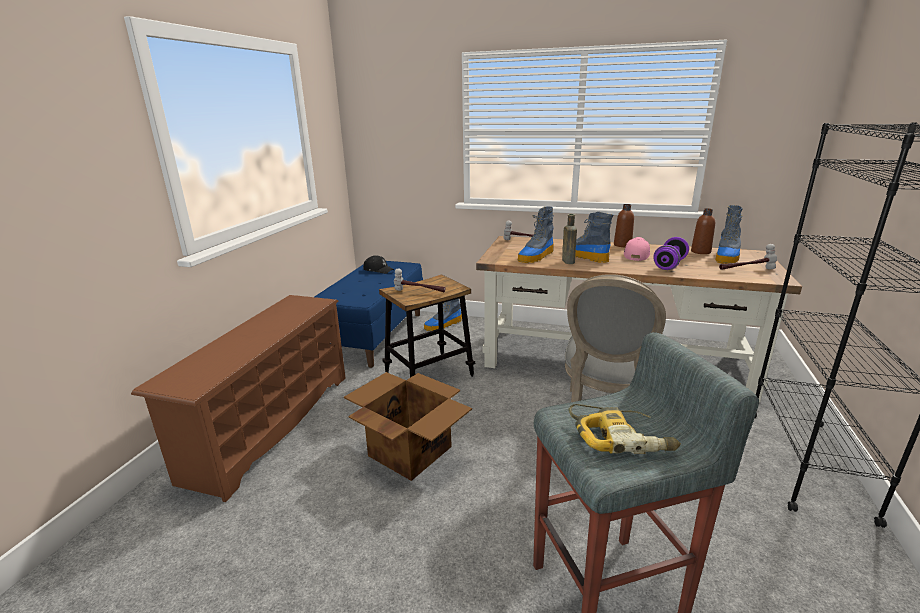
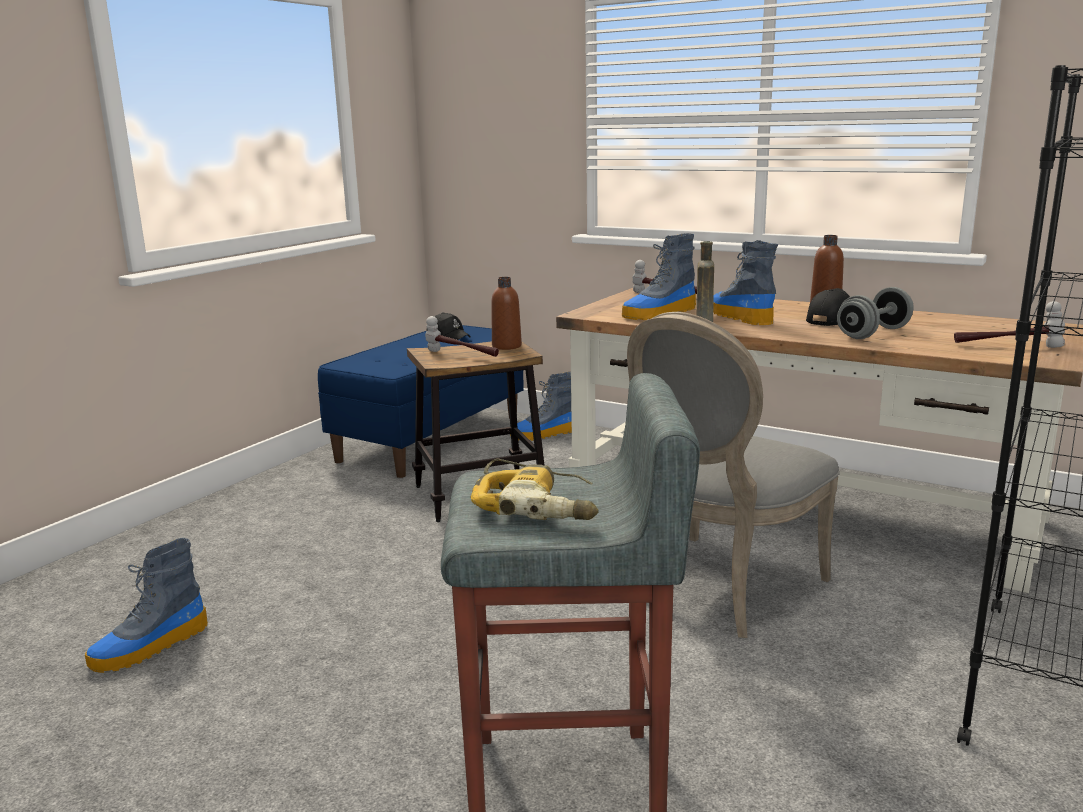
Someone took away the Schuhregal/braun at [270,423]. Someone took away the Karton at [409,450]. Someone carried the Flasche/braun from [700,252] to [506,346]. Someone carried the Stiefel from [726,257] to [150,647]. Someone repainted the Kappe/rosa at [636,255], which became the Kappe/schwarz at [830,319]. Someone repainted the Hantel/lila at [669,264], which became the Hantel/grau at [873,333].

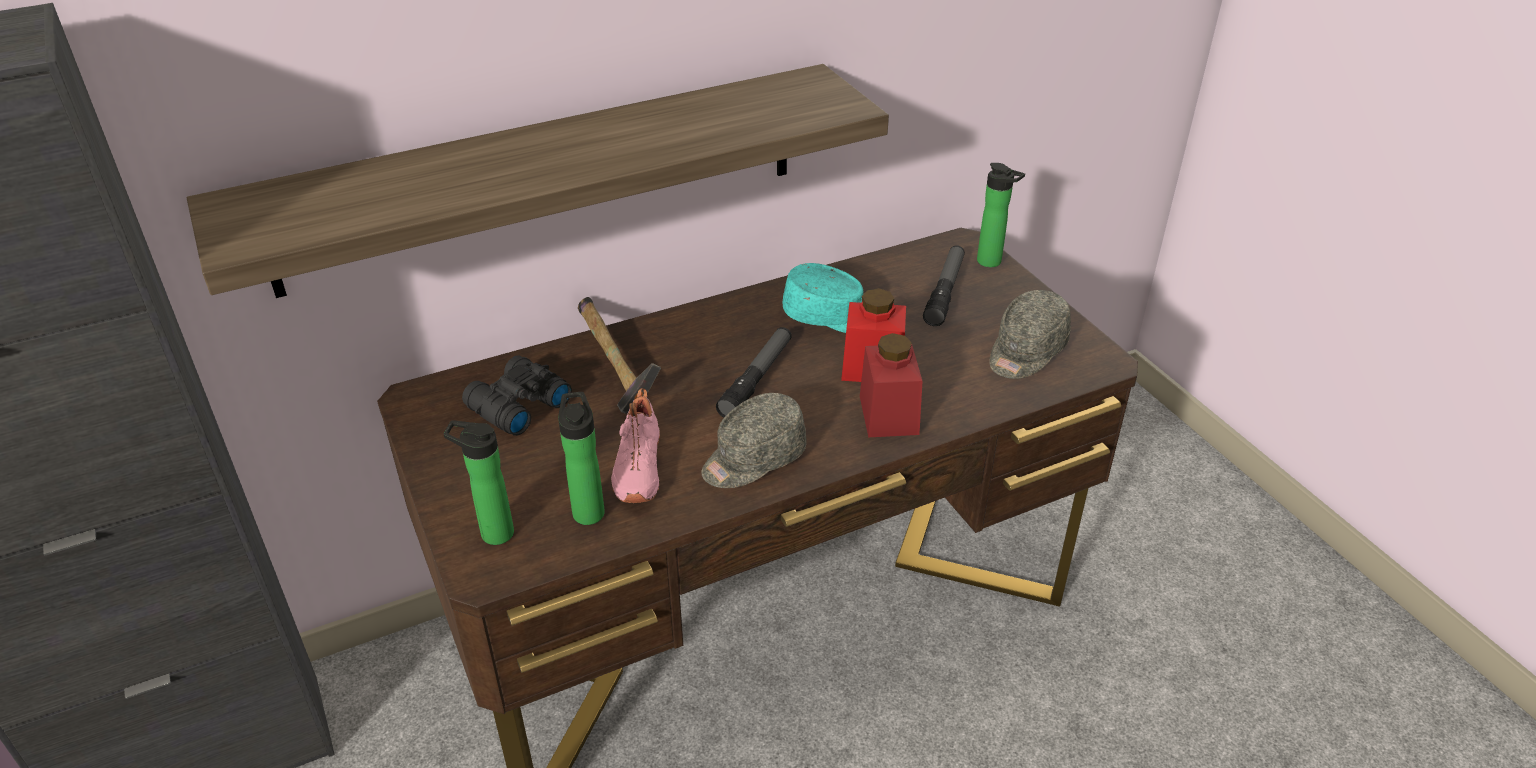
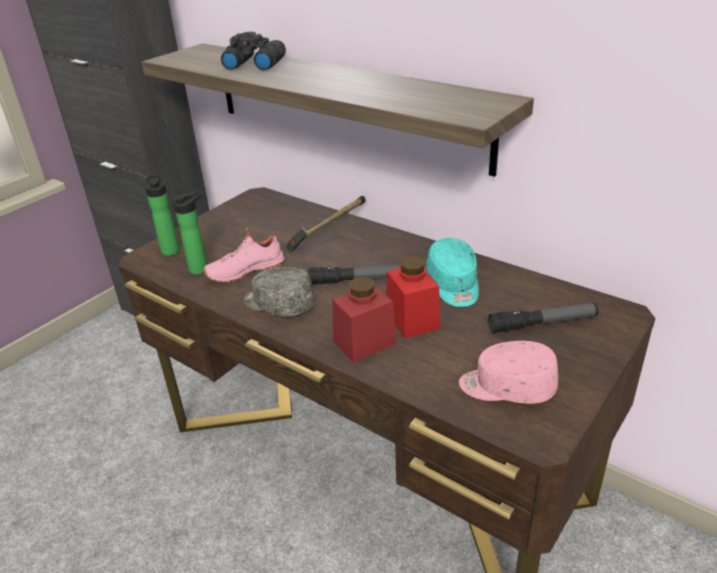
Someone took away the Flasche at [992,262]. Someone carried the Fernglas/schwarz from [516,406] to [254,64]. Someone repainted the Kappe/grau at [1025,352], which became the Kappe/rosa at [506,387].

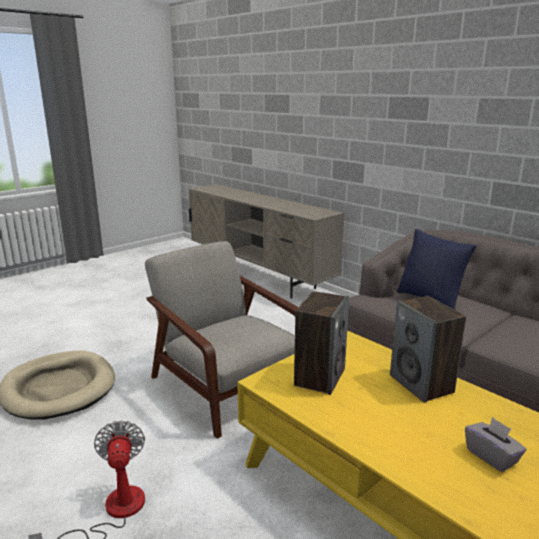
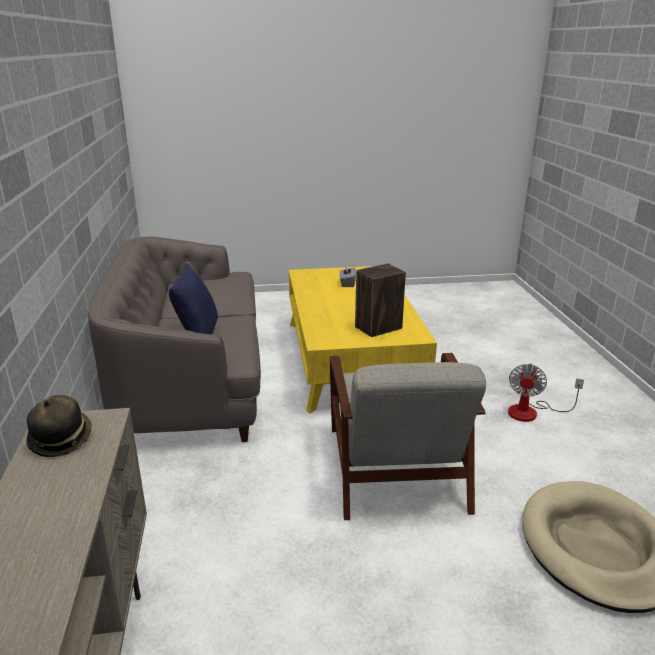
Someone took away the Lautsprecher at [422,384]. Someone put down the Hut at [61,439].

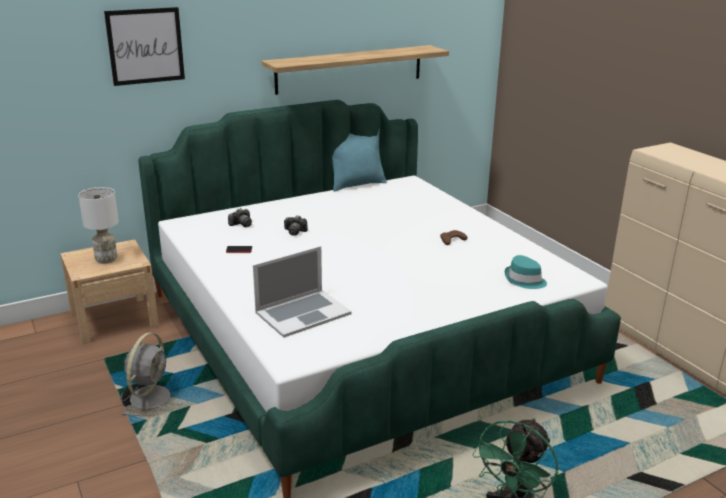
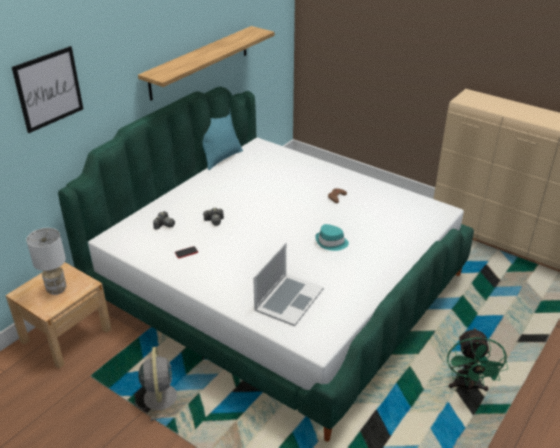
Someone carried the Hut/türkis from [524,280] to [331,242].

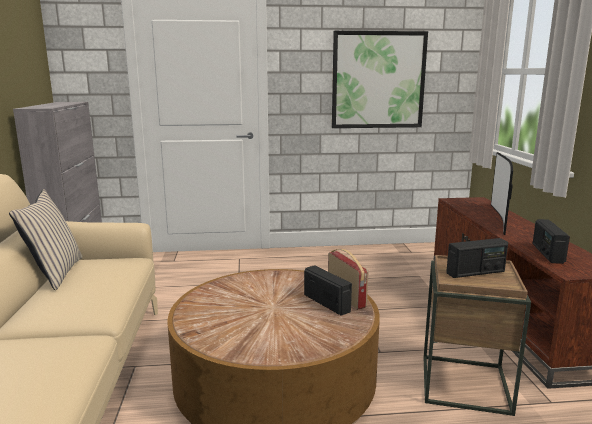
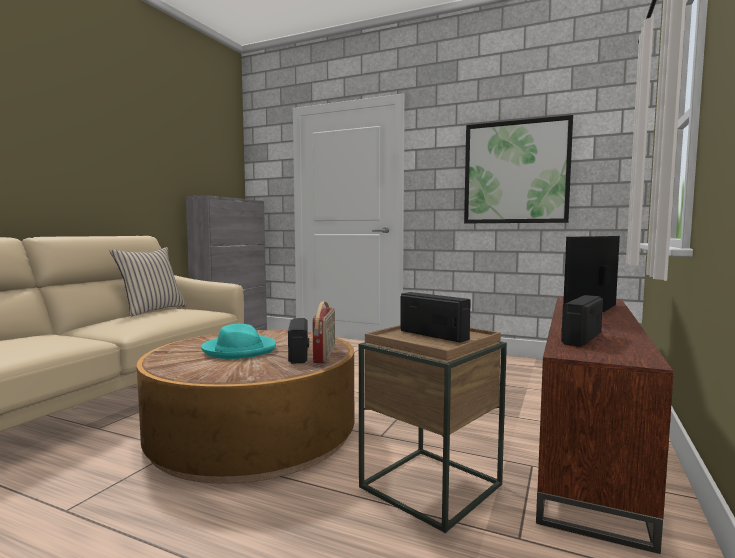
Someone put down the Hut/türkis at [239,350]. Someone rotated the Radio at [475,272] by 150 degrees counterclockwise.

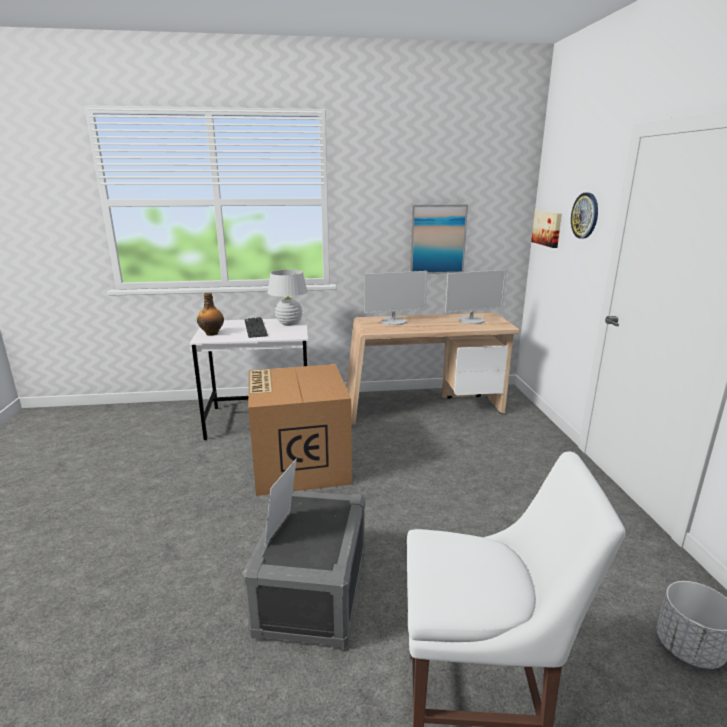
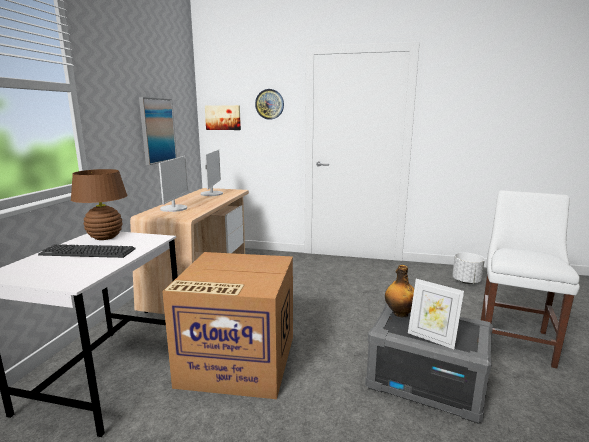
Someone carried the Flasche from [212,333] to [400,313]. Someone repainted the Tischlampe/weiß at [289,323], which became the Tischlampe/braun at [105,237].

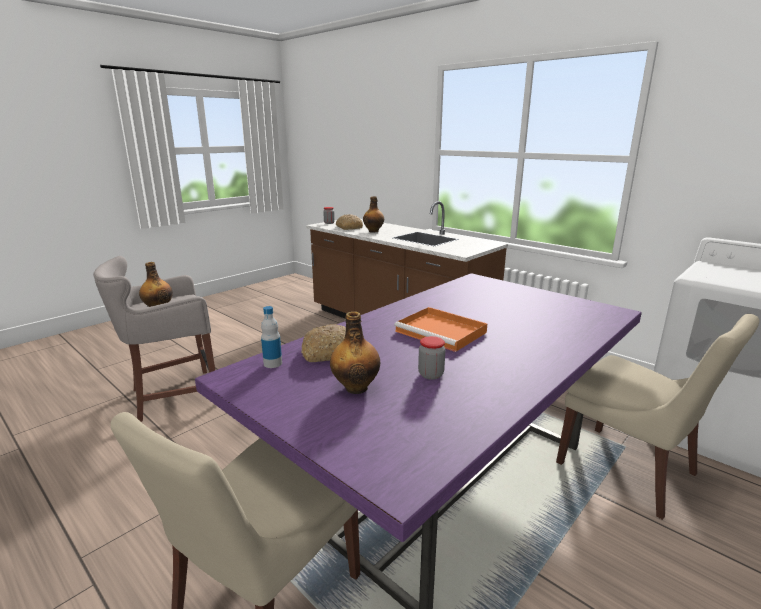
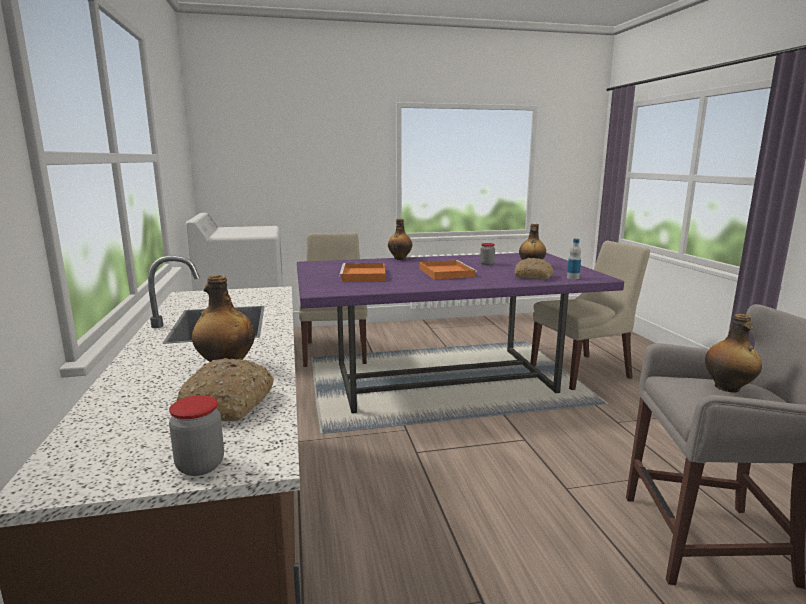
Someone put down the Tablett/orange at [364,275]. Someone put down the Flasche at [400,258].

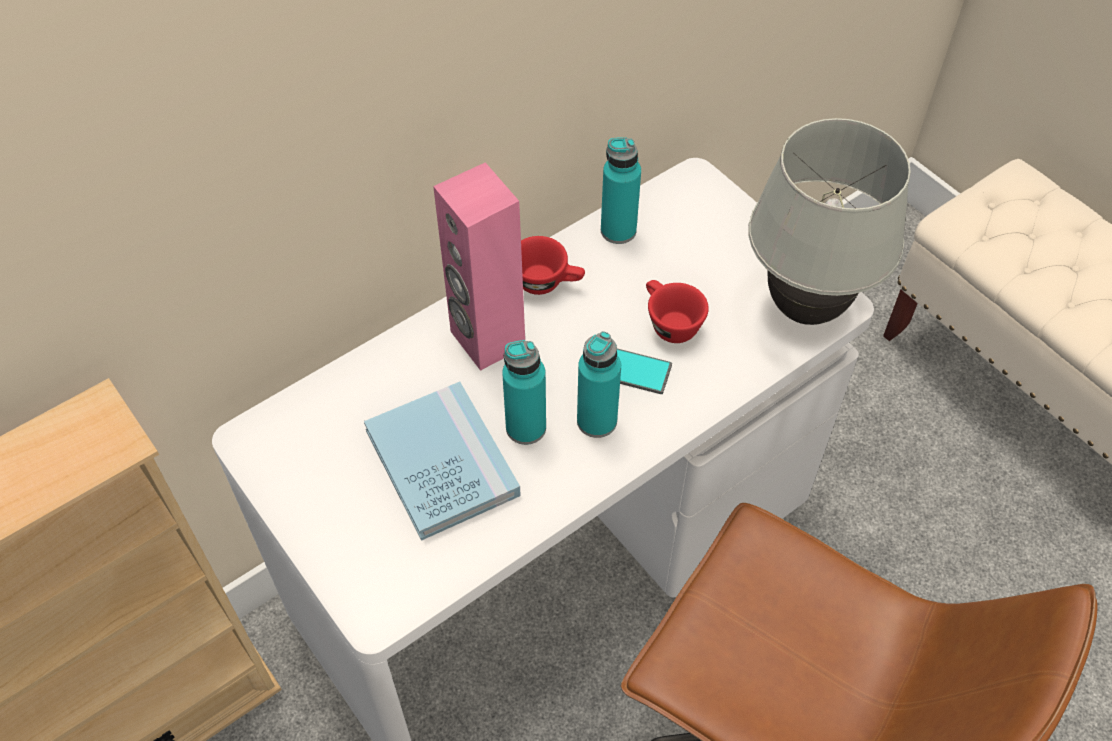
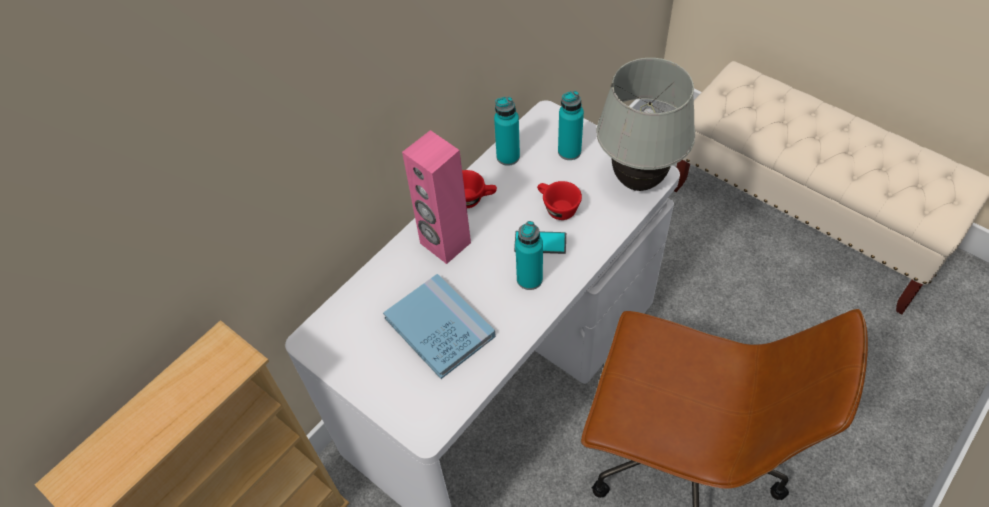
Someone carried the Flasche/türkis from [526,427] to [569,151].

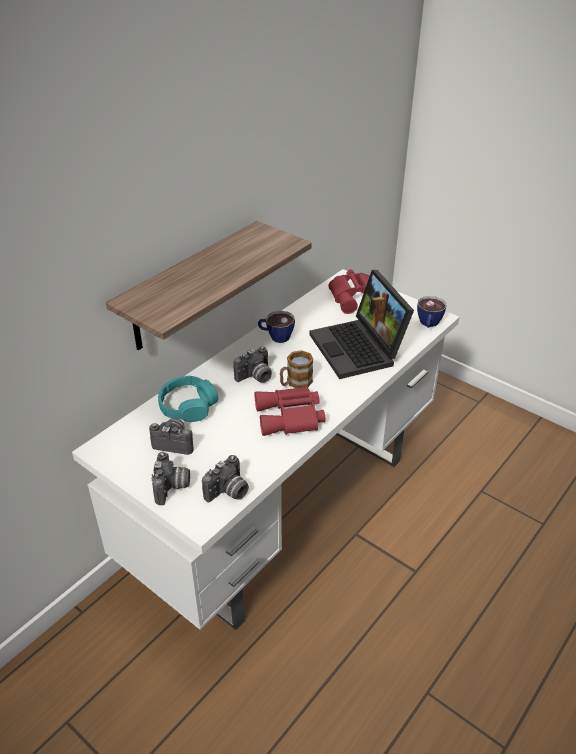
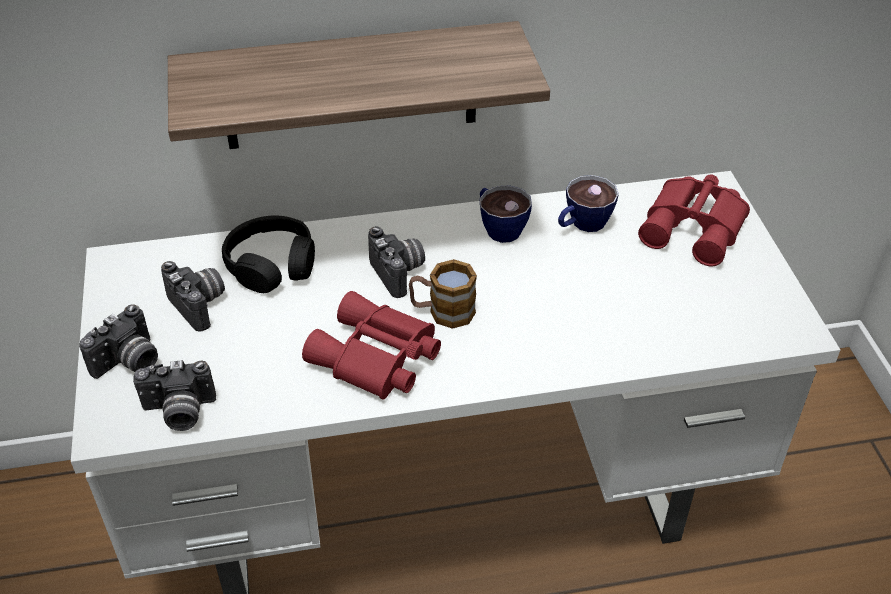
Someone took away the Laptop at [360,349]. Someone carried the Tasse from [428,324] to [582,225]. Someone repainted the Kopfhörer/türkis at [188,406], which became the Kopfhörer/schwarz at [272,265]. Someone rotated the Kamera at [255,377] by 120 degrees counterclockwise.

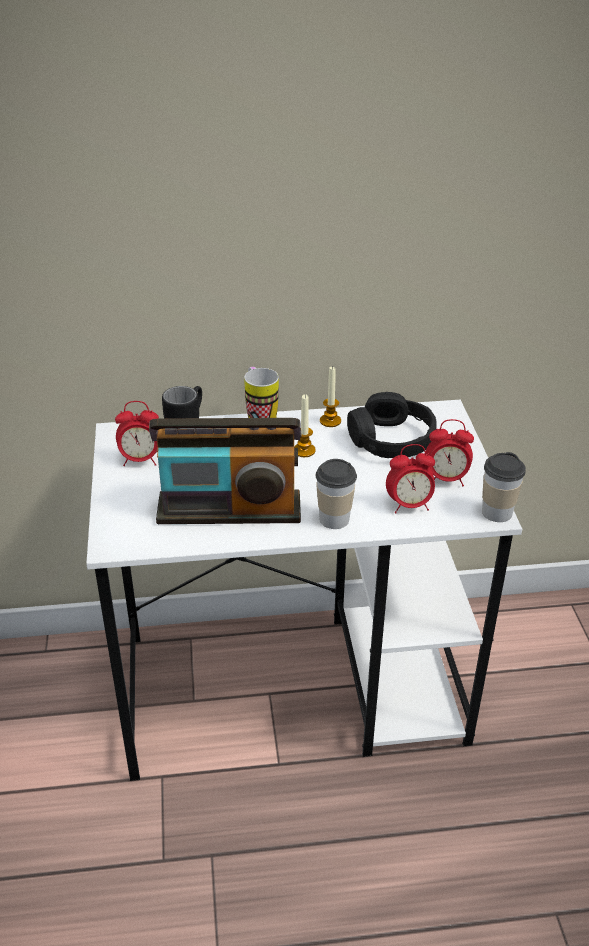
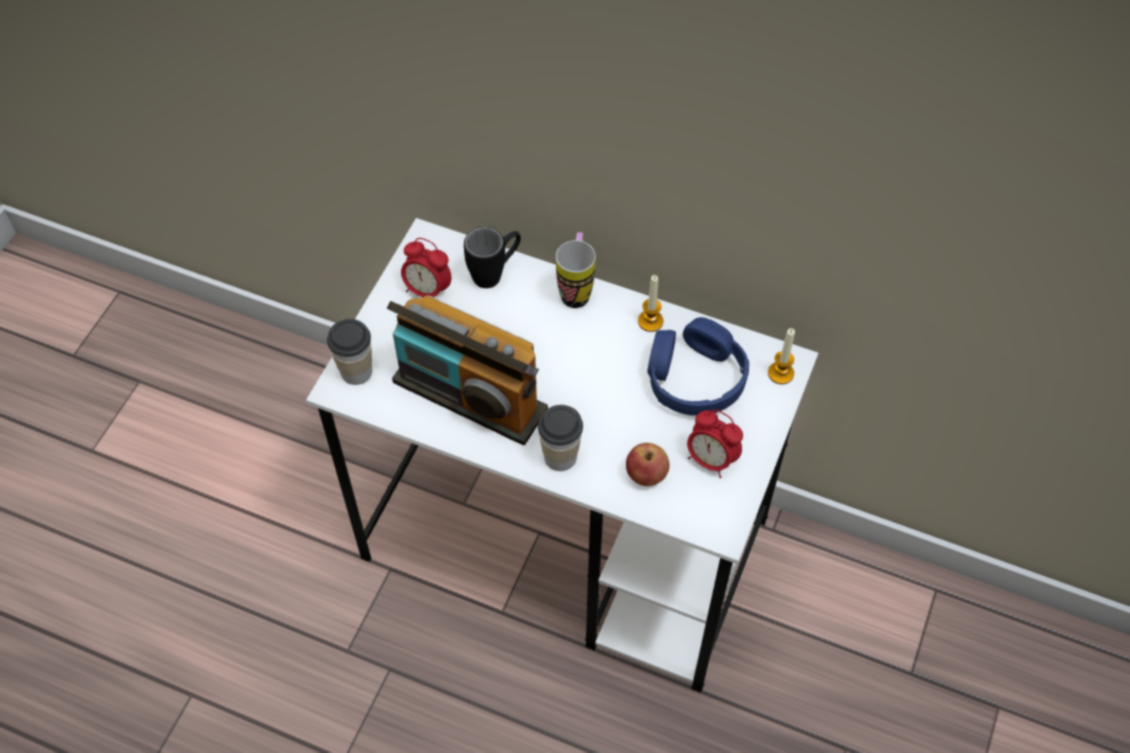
Someone carried the Kerze from [304,450] to [780,373]. Someone carried the Tasse from [497,512] to [356,371]. Someone swapped the Wecker at [409,505] for the Apfel at [646,475]. Someone repainted the Kopfhörer/schwarz at [391,440], which became the Kopfhörer/blau at [695,378].

